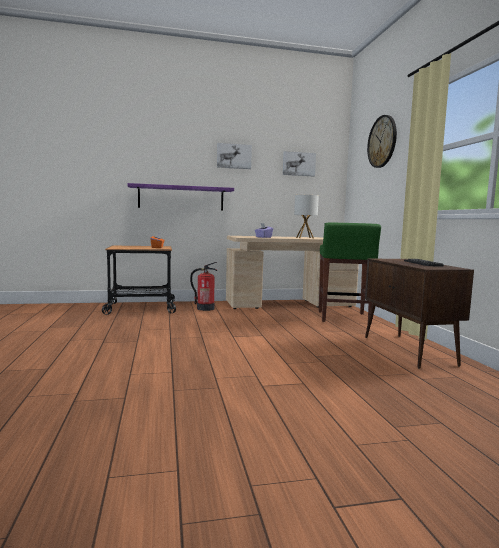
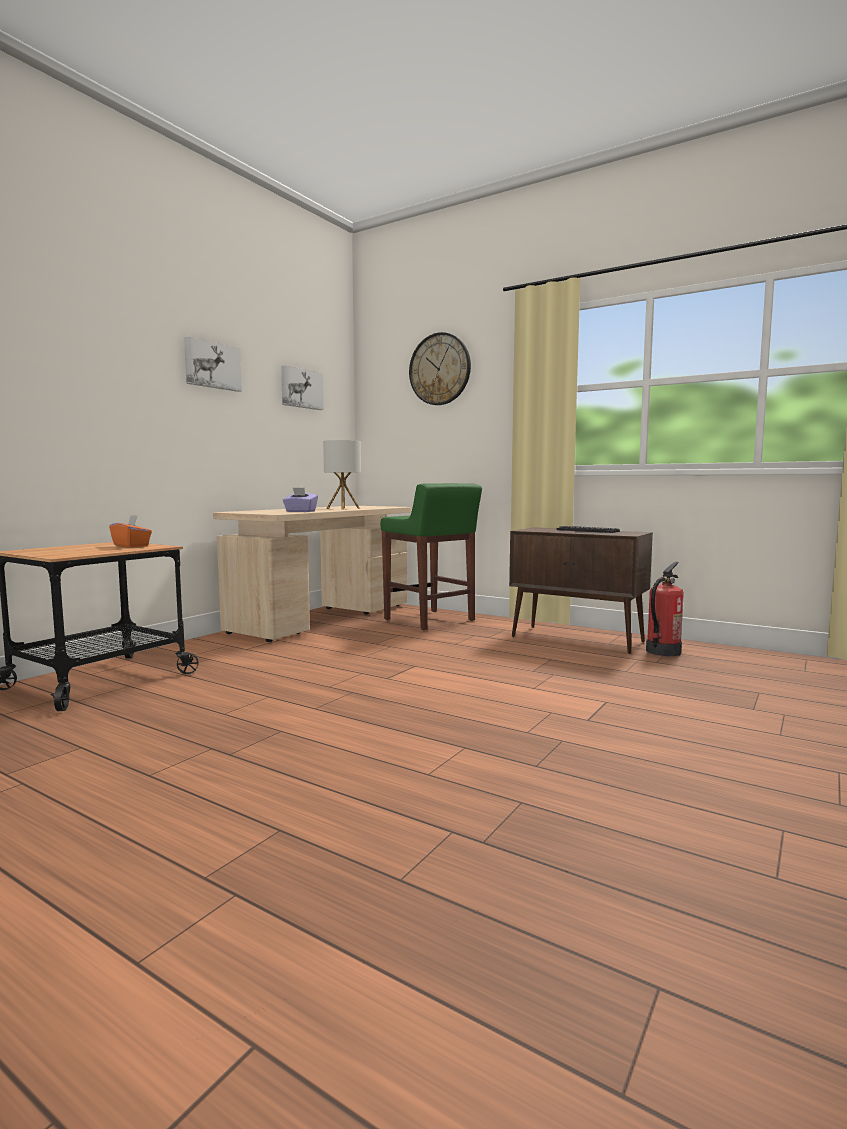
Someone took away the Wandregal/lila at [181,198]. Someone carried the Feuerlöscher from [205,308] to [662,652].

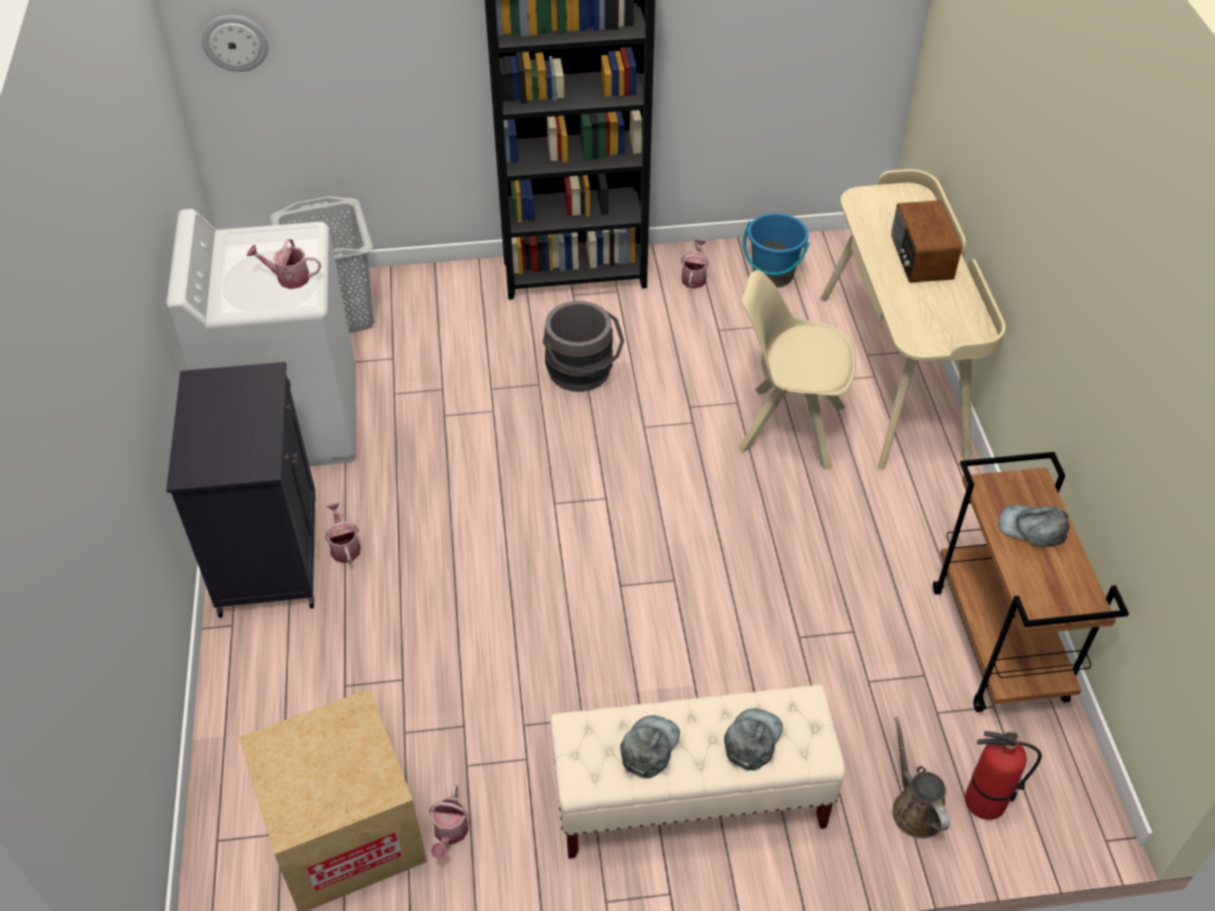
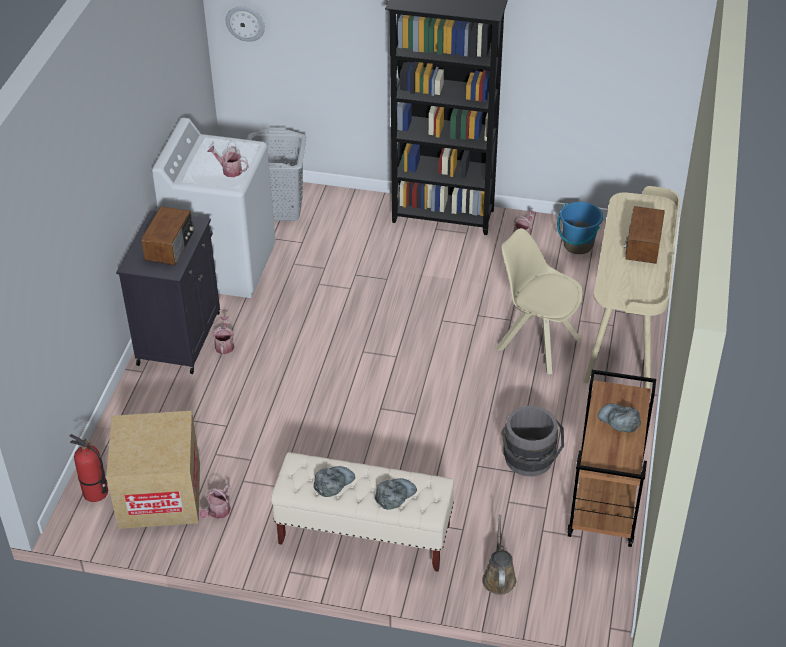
Someone put down the Radio at [170,247]. Someone carried the Eimer/grau from [582,374] to [530,462]. Someone carried the Feuerlöscher from [984,802] to [95,493].

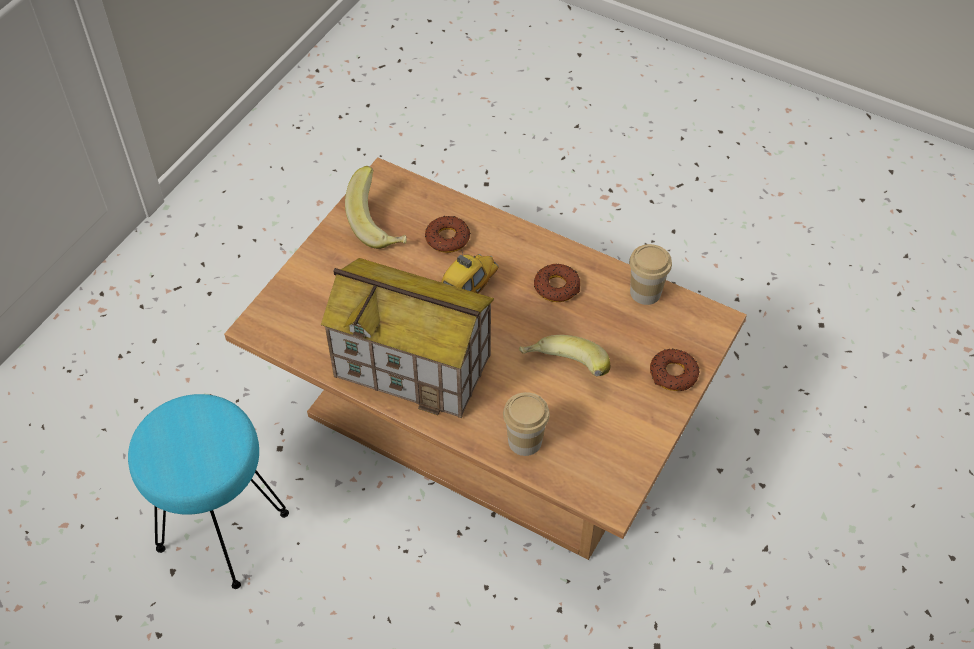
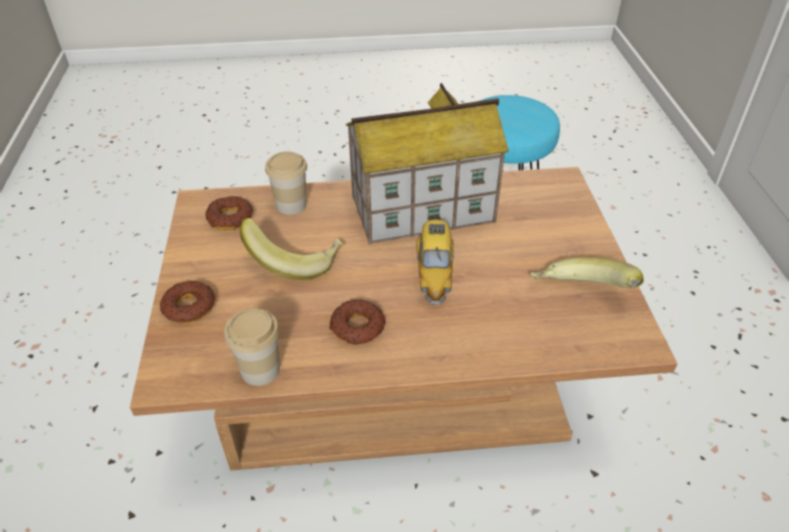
Someone carried the Donut from [447,238] to [230,218].

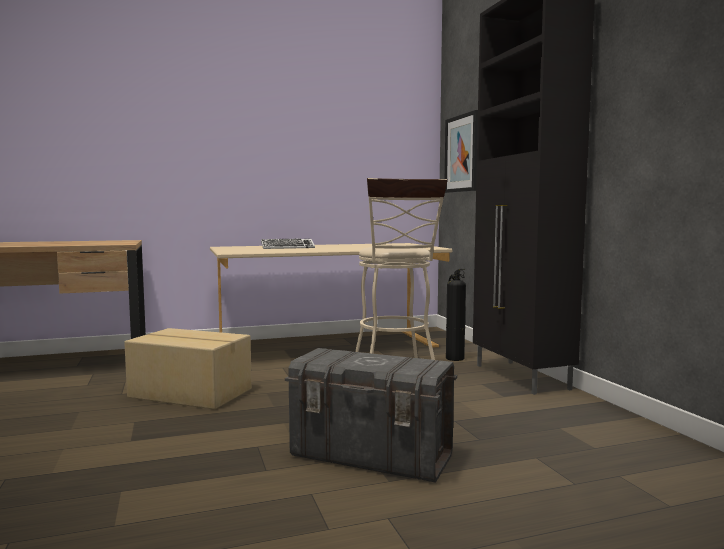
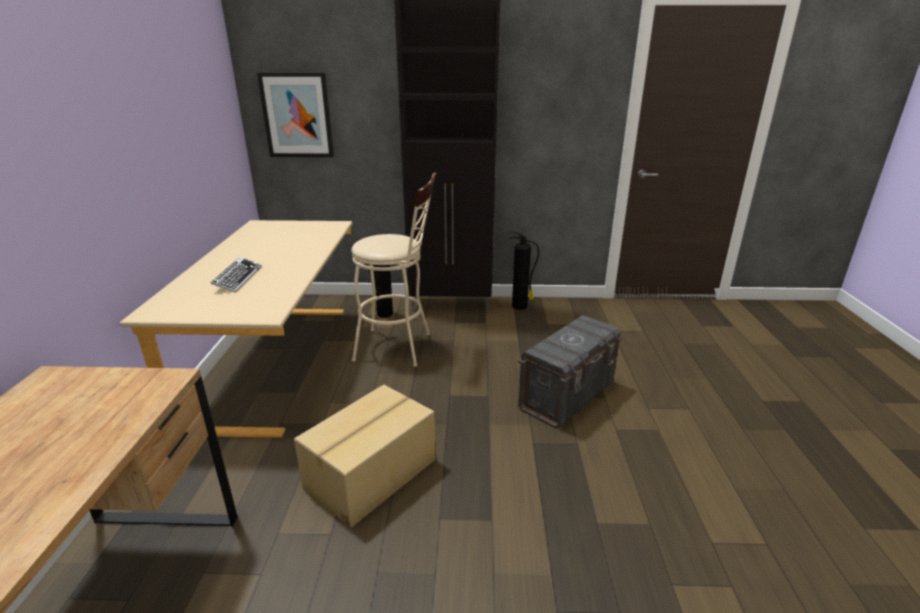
Someone put down the Feuerlöscher at [520,306].

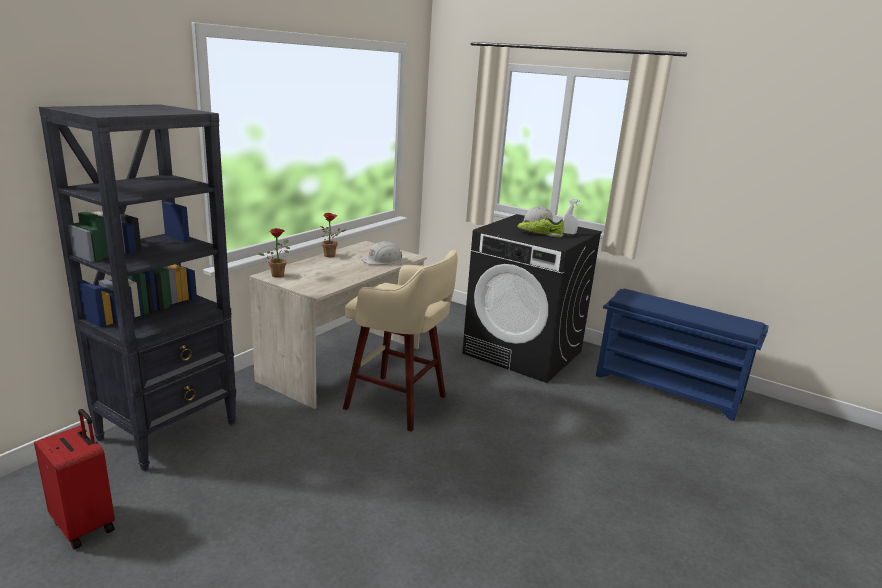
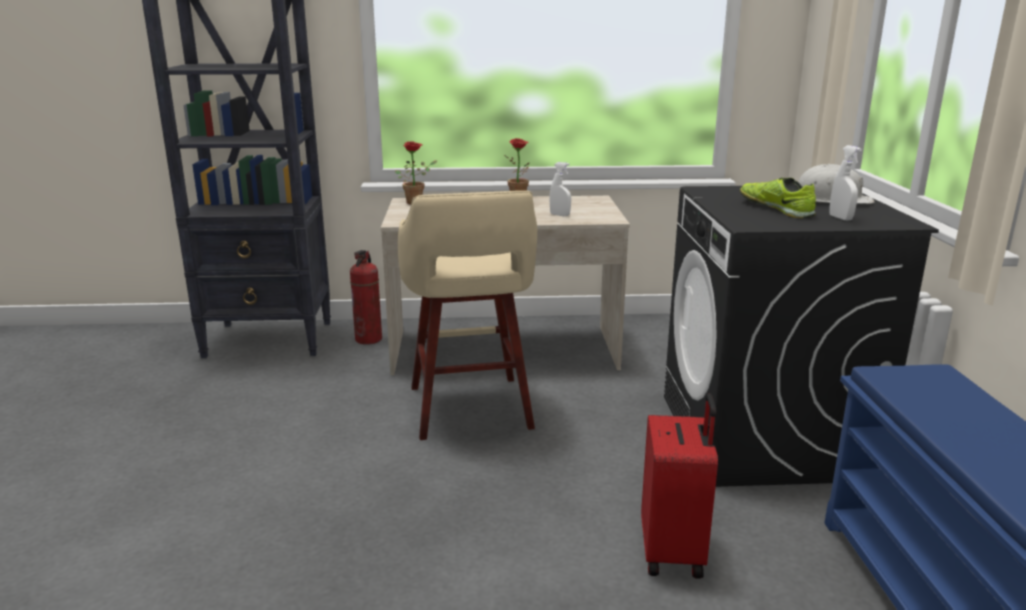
Someone put down the Feuerlöscher at [369,339]. Someone carried the Koffer/rot from [85,525] to [674,552]. Someone swapped the Schutzhelm/weiß at [383,260] for the Sprühflasche/weiß at [560,215].

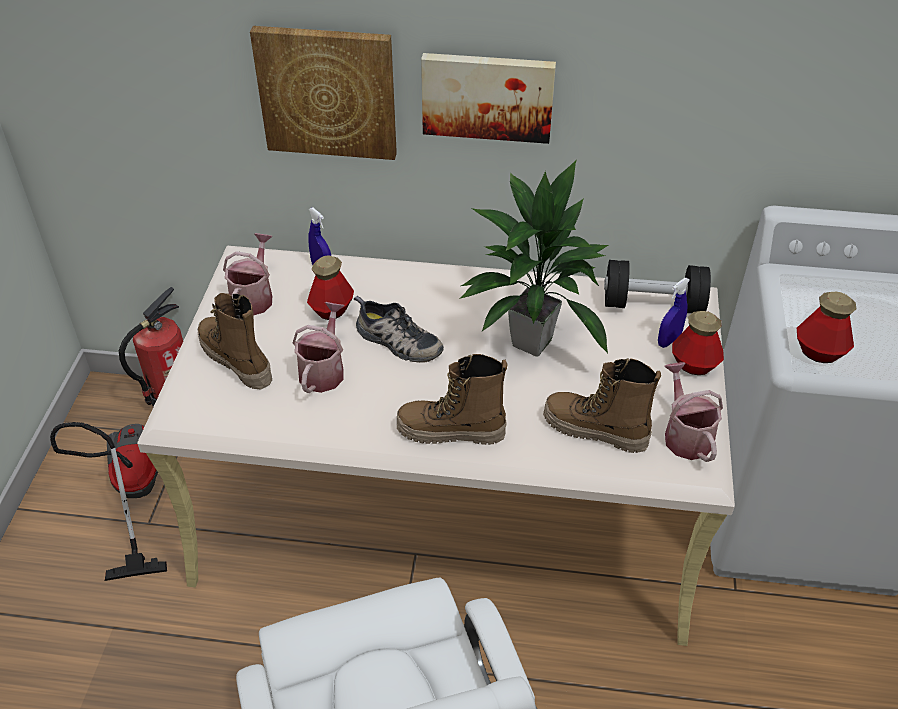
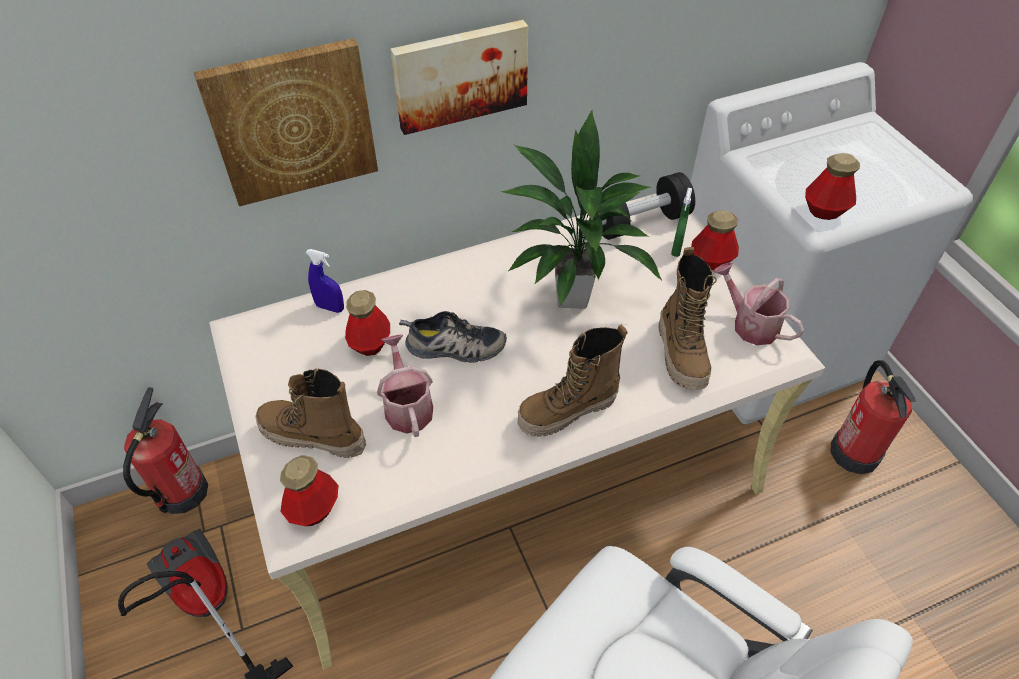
Someone took away the Gießkanne at [254,296]. Someone put down the Flasche at [314,509]. Someone put down the Feuerlöscher at [854,452]. Someone repainted the Sprühflasche/blau at [669,340], which became the Sprühflasche/grün at [676,248]. Someone rotated the Stiefel at [595,431] by 90 degrees counterclockwise.

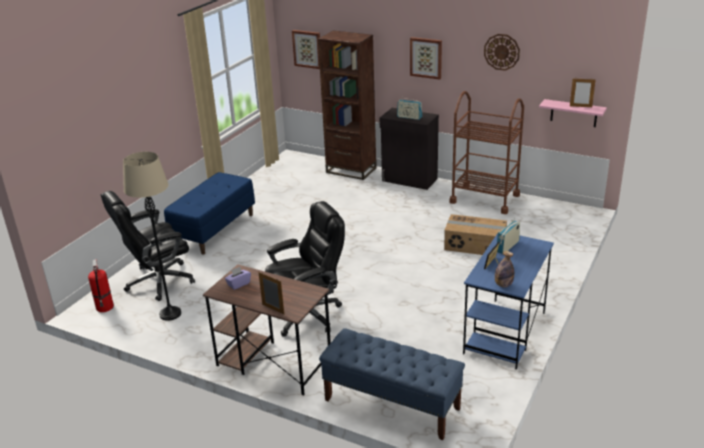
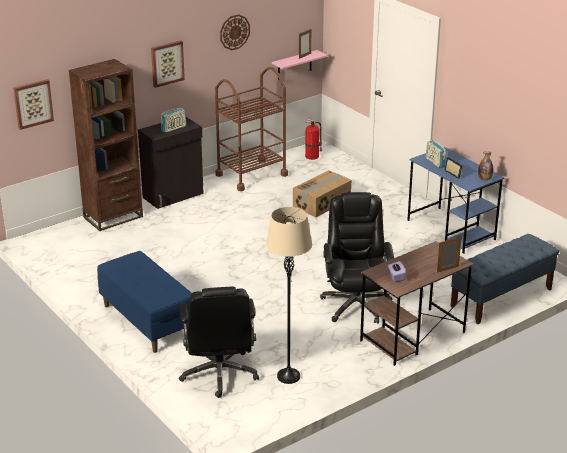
Someone carried the Feuerlöscher from [105,307] to [312,156].

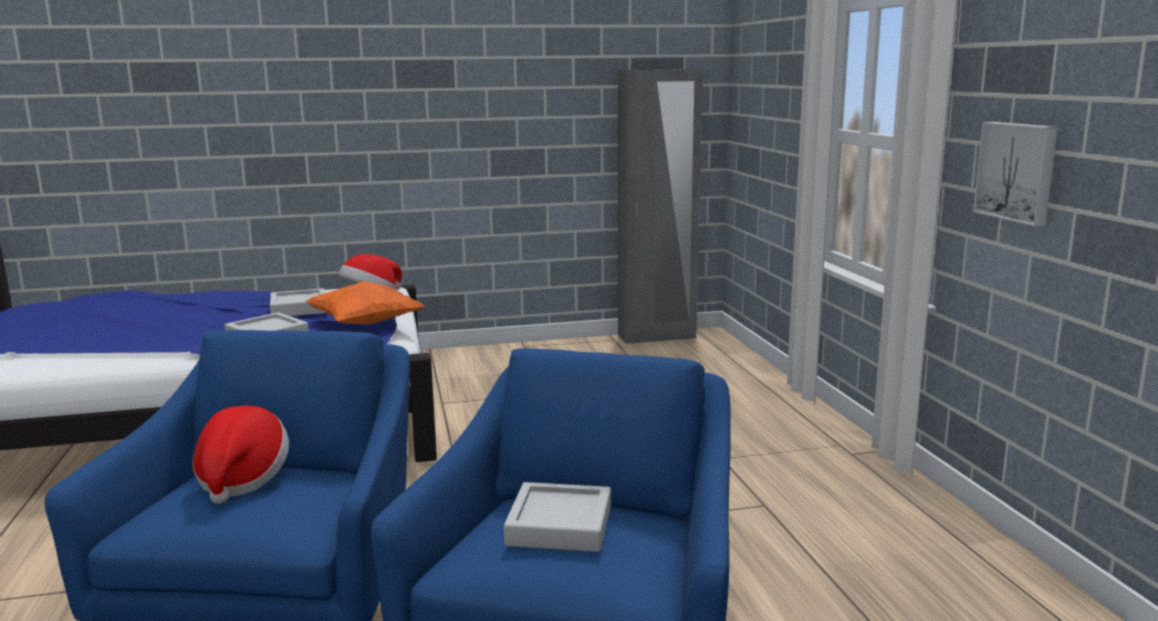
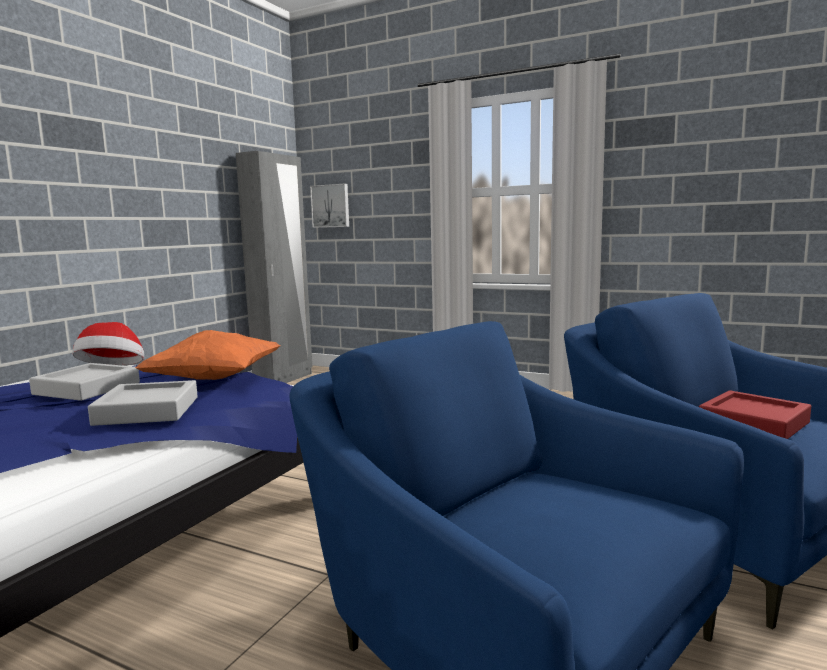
Someone took away the Hut at [242,479]. Someone carried the Bild from [1017,171] to [331,206]. Someone repainted the Tablett/grau at [559,525], which became the Tablett/rot at [753,423].

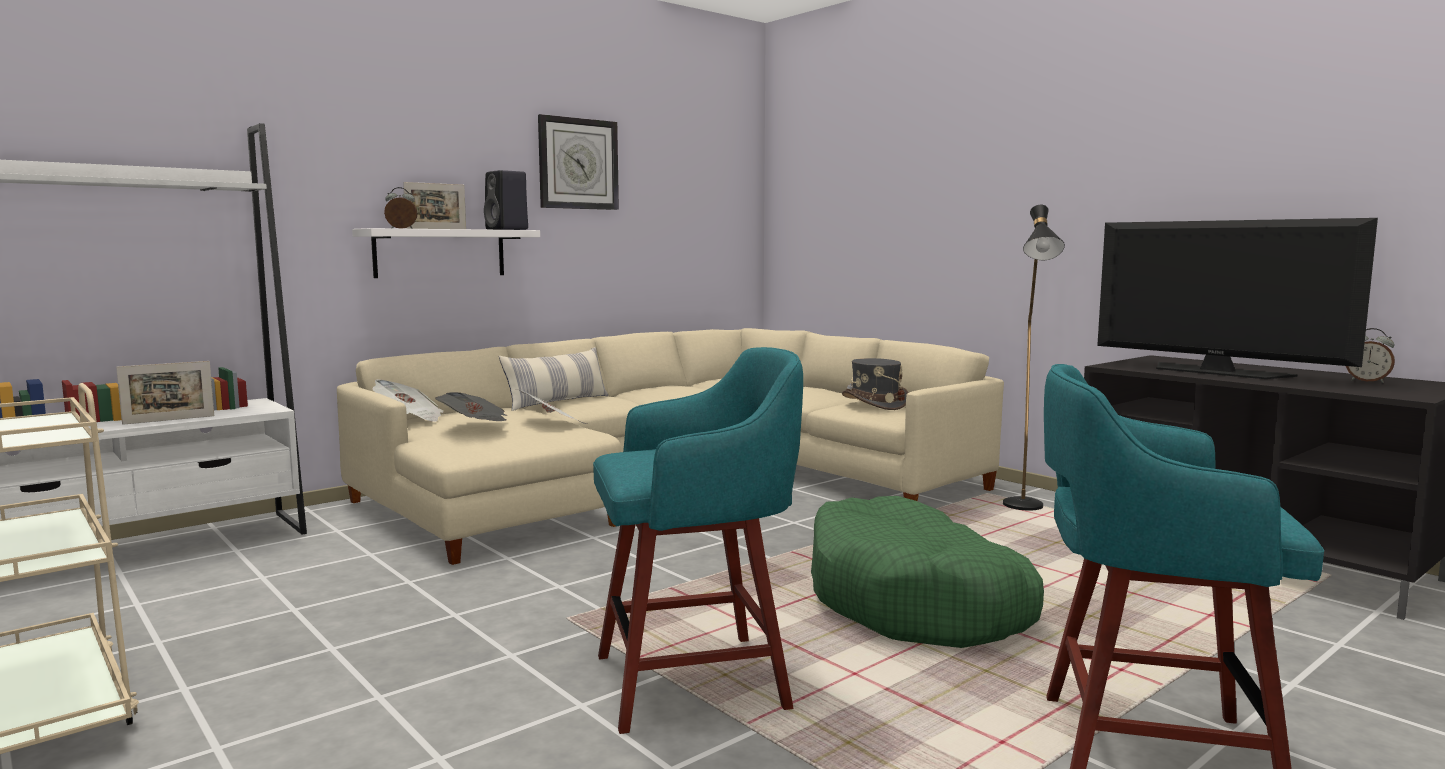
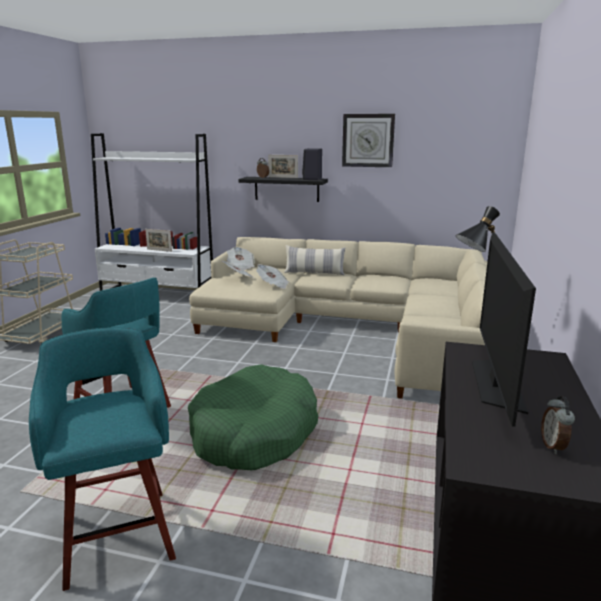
Someone took away the Hut/grau at [874,404]. Someone repainted the Wandregal/weiß at [440,253], which became the Wandregal/schwarz at [286,189].

